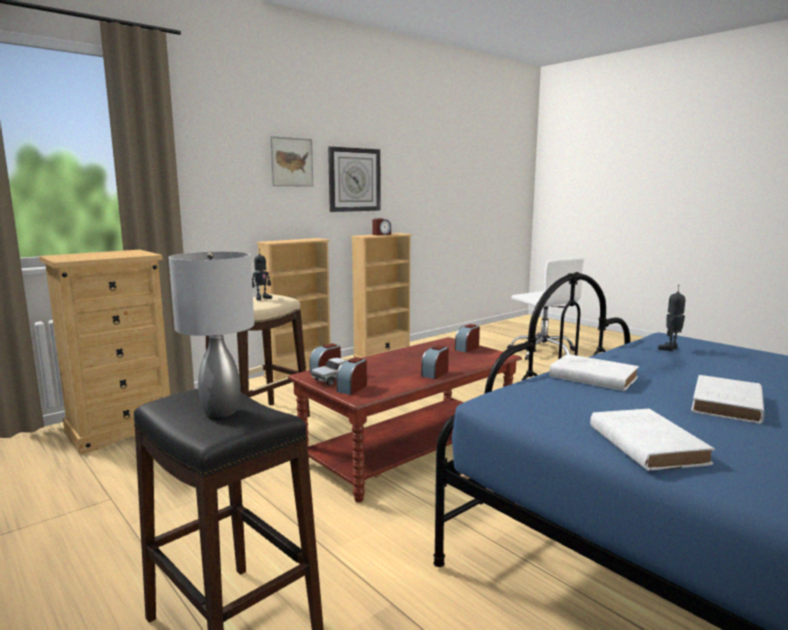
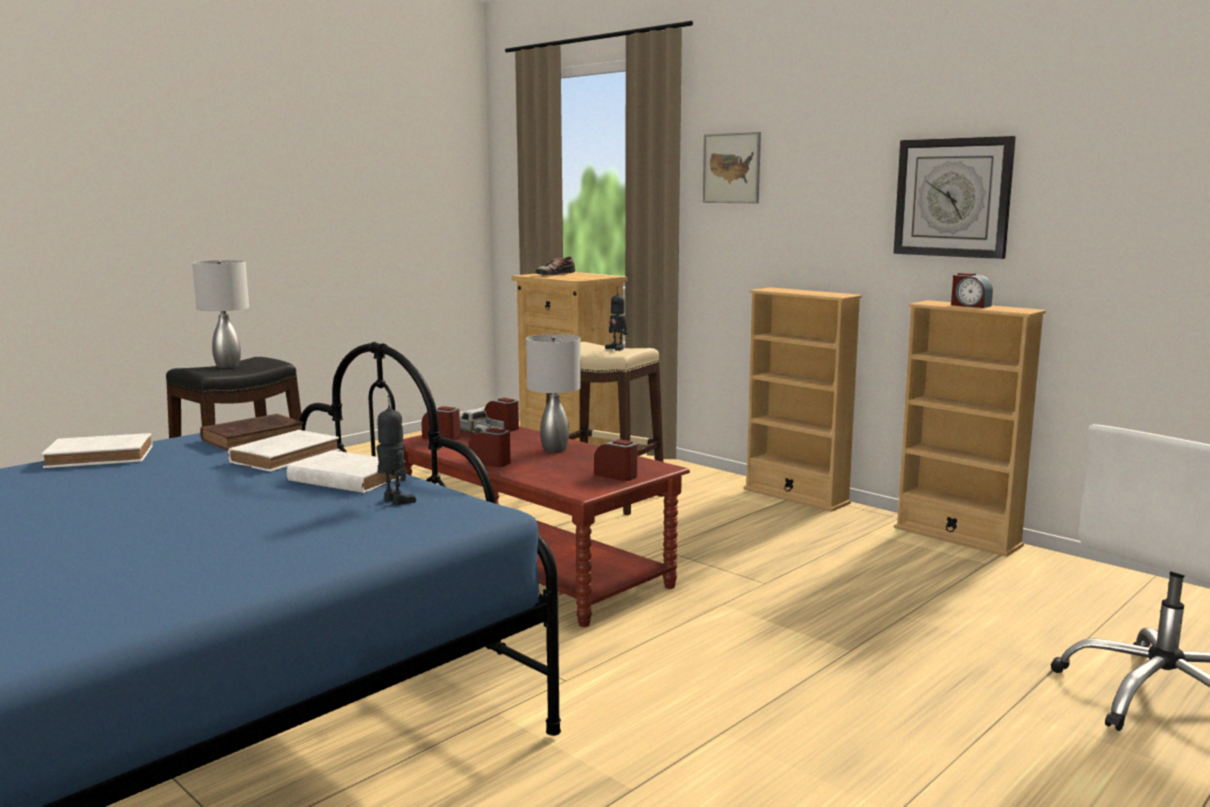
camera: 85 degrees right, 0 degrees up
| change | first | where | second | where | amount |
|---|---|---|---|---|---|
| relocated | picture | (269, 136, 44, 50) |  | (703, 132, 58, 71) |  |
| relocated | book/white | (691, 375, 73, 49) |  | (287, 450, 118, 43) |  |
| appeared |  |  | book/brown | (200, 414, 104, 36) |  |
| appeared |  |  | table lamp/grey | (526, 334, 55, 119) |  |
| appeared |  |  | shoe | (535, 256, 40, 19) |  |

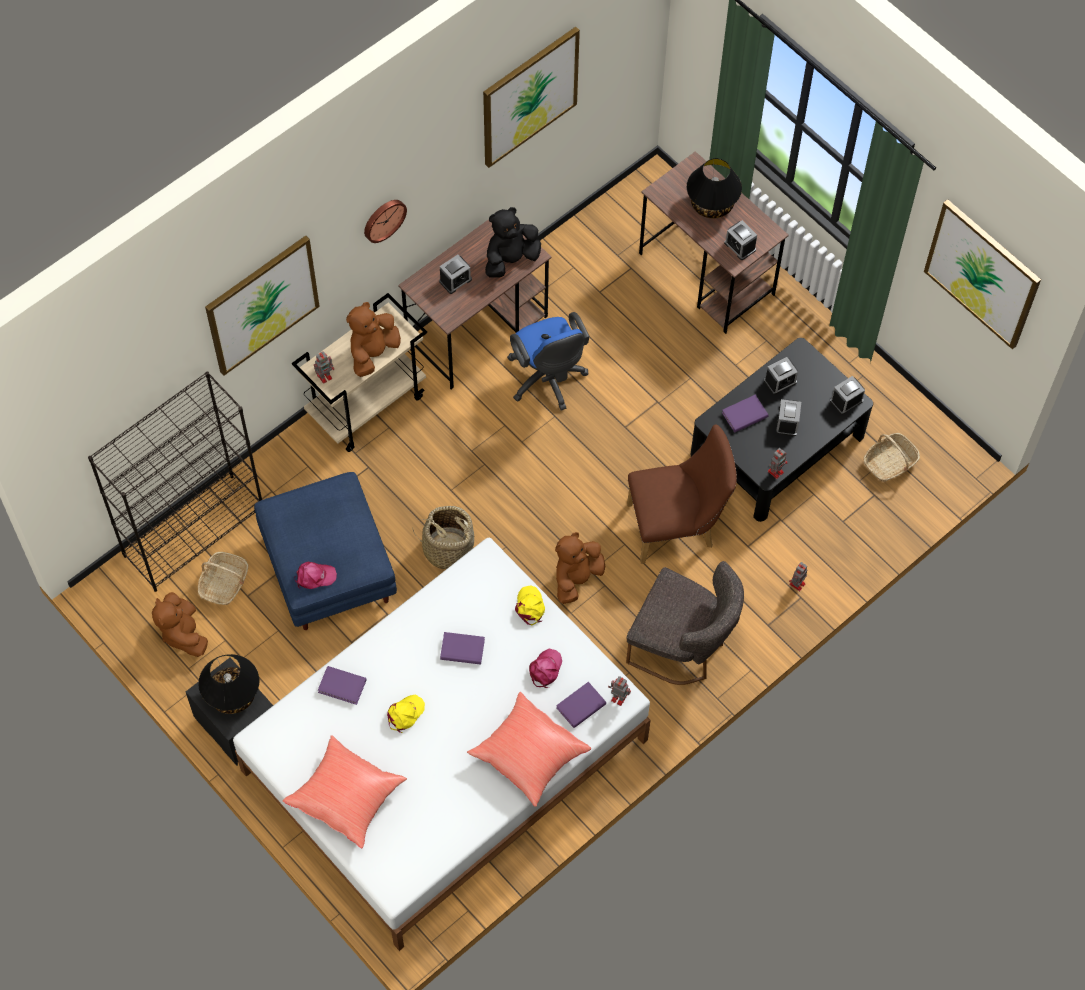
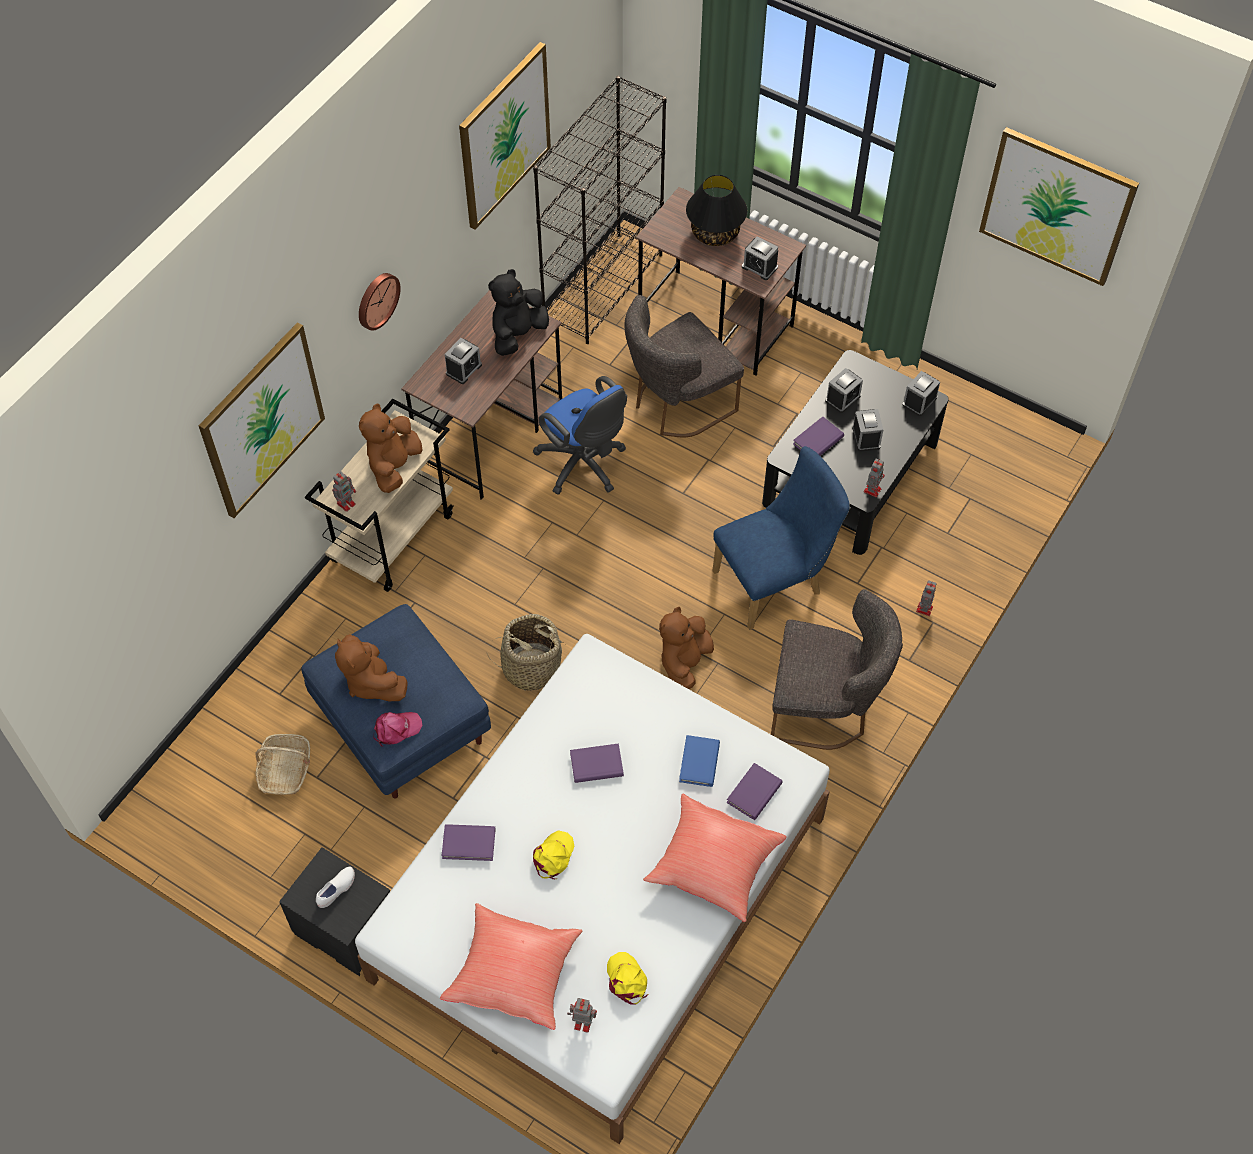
camera: 15 degrees left, 5 degrees down
| change | first | where | second | where | amount |
|---|---|---|---|---|---|
| relocated | bookcase/black | (88, 371, 174, 221) |  | (533, 76, 134, 268) |  |
| relocated | plush toy/brown | (152, 592, 56, 65) |  | (335, 634, 73, 67) |  |
| exchanged | table lamp/black | (198, 654, 61, 60) | shoe/white | (316, 867, 39, 41) |  |
| relocated | cap/yellow | (515, 585, 30, 40) |  | (607, 952, 41, 52) |  |
| exchanged | cap/pink | (529, 649, 33, 39) | book/blue | (679, 735, 41, 52) |  |
| relocated | toy robot | (608, 676, 23, 30) |  | (567, 998, 30, 35) |  |
| colour | chair/brown | (627, 424, 110, 140) | chair/blue | (712, 446, 138, 184) |  |
| missing | basket | (863, 433, 57, 49) |  |  |  |
| appeared |  |  | chair/grey | (624, 295, 120, 143) |  |

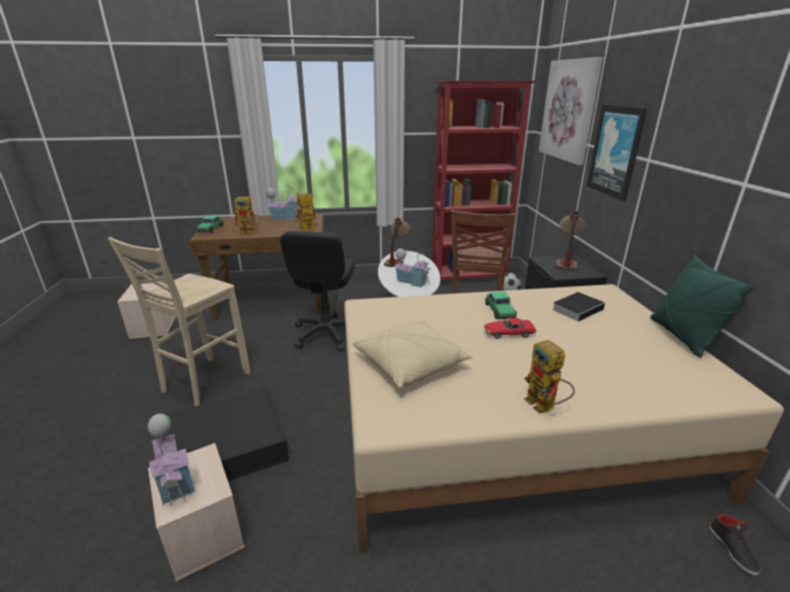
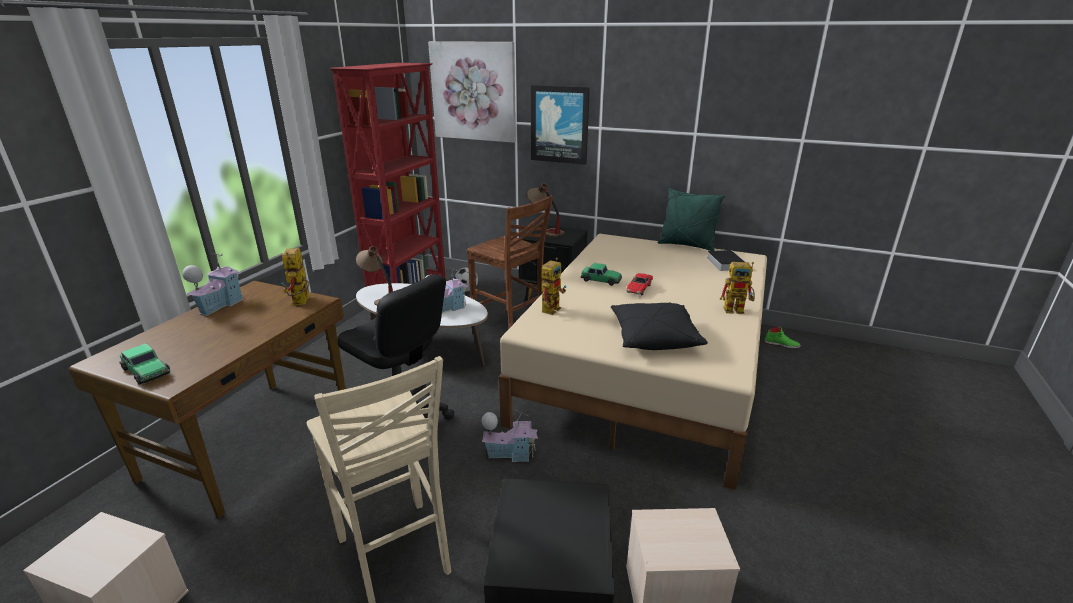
camera: 60 degrees left, 0 degrees up
| change | first | where | second | where | amount |
|---|---|---|---|---|---|
| relocated | toy house | (148, 414, 47, 92) |  | (482, 411, 56, 51) |  |
| relocated | toy robot | (234, 195, 28, 40) |  | (542, 258, 24, 57) |  |
| colour | pillow/beige | (352, 320, 121, 68) | pillow/black | (611, 303, 97, 47) |  |
| relocated | book | (552, 292, 54, 30) |  | (706, 250, 39, 21) |  |
| colour | shoe/black | (709, 513, 52, 62) | shoe/green | (765, 327, 35, 21) |  |

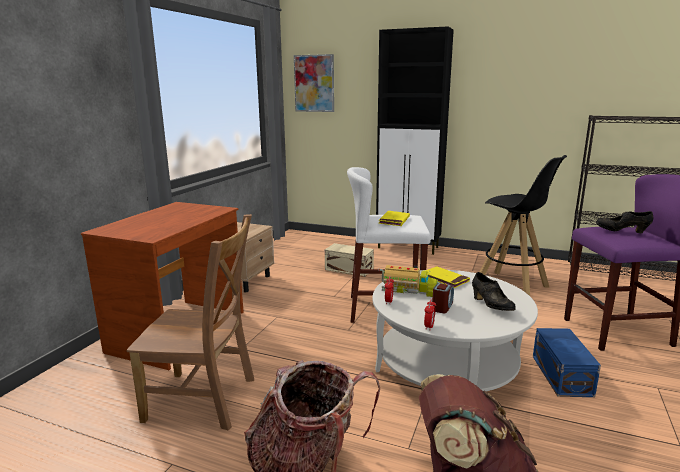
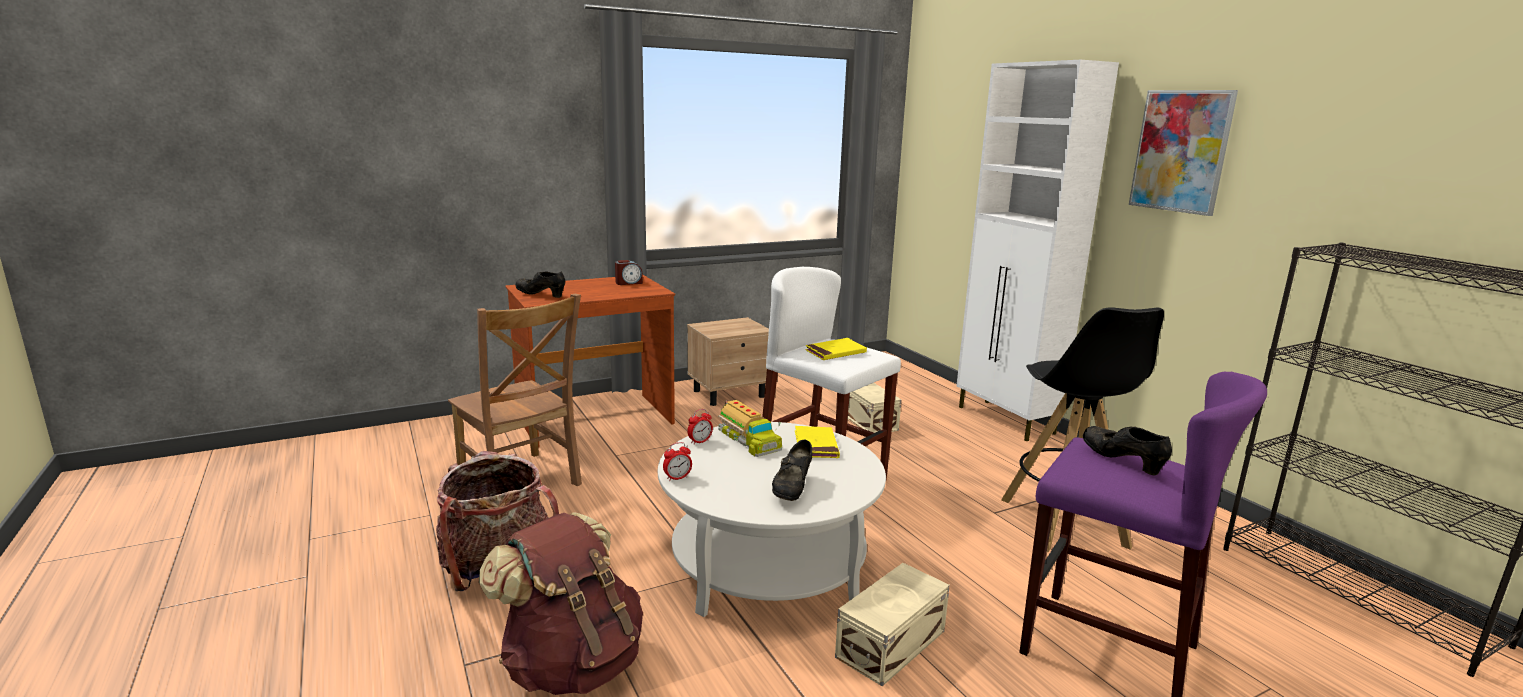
camera: 40 degrees right, 0 degrees up
| change | first | where | second | where | amount |
|---|---|---|---|---|---|
| relocated | picture | (294, 54, 40, 58) |  | (1129, 90, 109, 126) |  |
| colour | cabinet/black | (376, 26, 78, 229) | cabinet/white | (956, 60, 163, 381) |  |
| relocated | alarm clock | (432, 283, 22, 30) |  | (615, 260, 28, 25) |  |
| colour | storage box/blue | (533, 328, 68, 69) | storage box/beige | (835, 563, 115, 123) |  |
| appeared |  |  | shoe/black | (515, 272, 50, 26) |  |

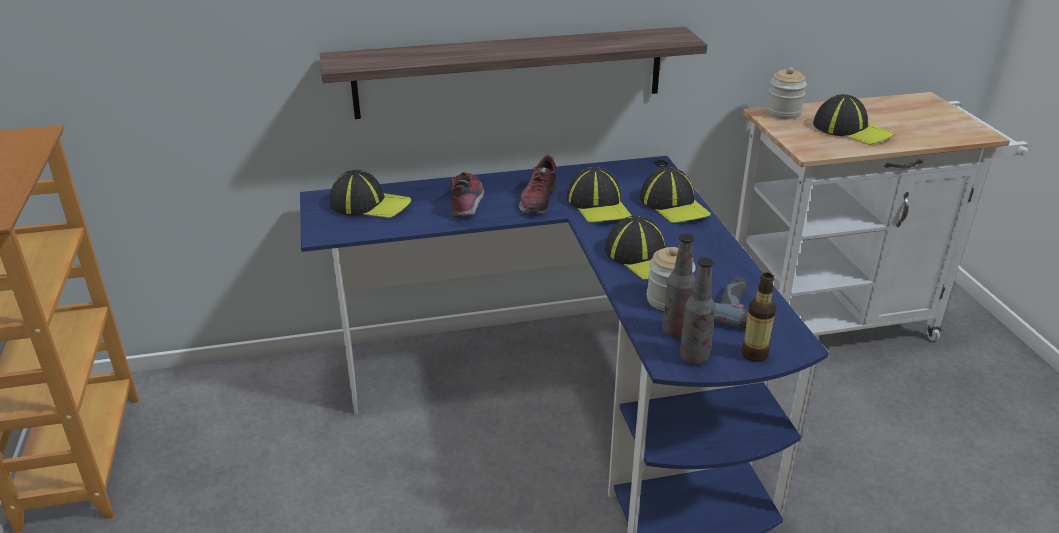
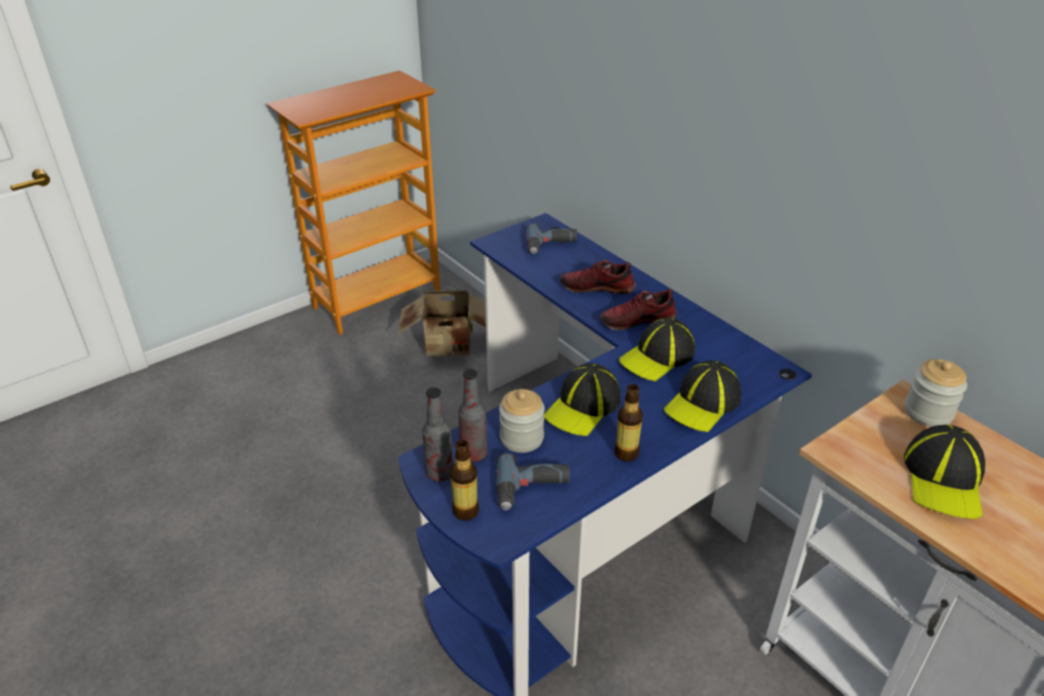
camera: 65 degrees right, 5 degrees up
| change | first | where | second | where | amount |
|---|---|---|---|---|---|
| missing | shelf | (320, 27, 387, 92) |  |  |  |
| exchanged | cap | (329, 170, 82, 48) | power drill | (526, 223, 51, 31) |  |
| spun | shoe | (450, 172, 35, 45) |  | (560, 260, 76, 34) | 150 degrees counterclockwise |
| appeared |  |  | cardboard box | (398, 290, 88, 66) |  |
| appeared |  |  | bottle | (615, 384, 28, 78) |  |

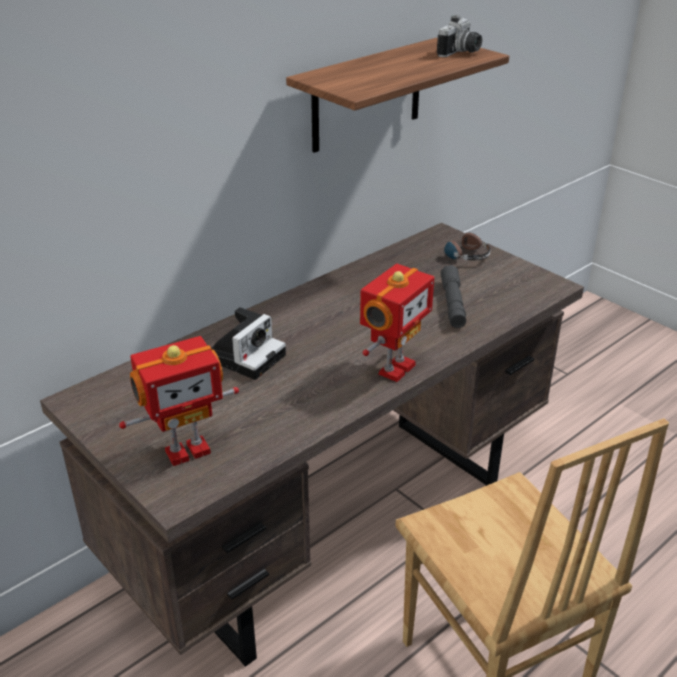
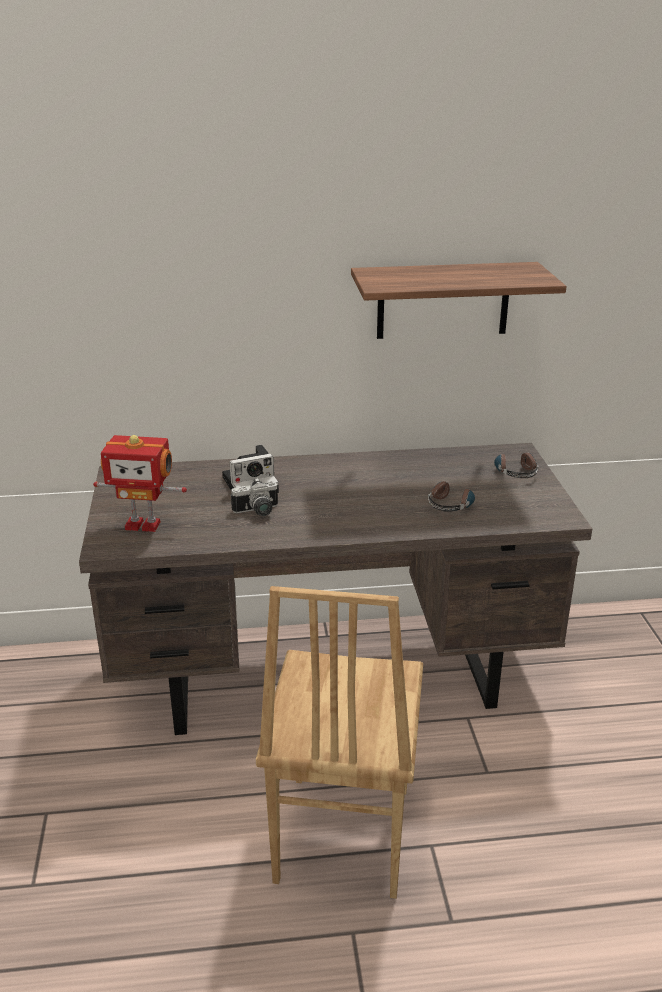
camera: 35 degrees right, 5 degrees down
| change | first | where | second | where | amount |
|---|---|---|---|---|---|
| missing | toy robot | (360, 264, 74, 118) |  |  |  |
| relocated | photo camera | (437, 15, 45, 42) |  | (231, 477, 47, 39) |  |
| exchanged | flashlight/grey | (441, 265, 25, 63) | headphones | (428, 481, 47, 31) |  |

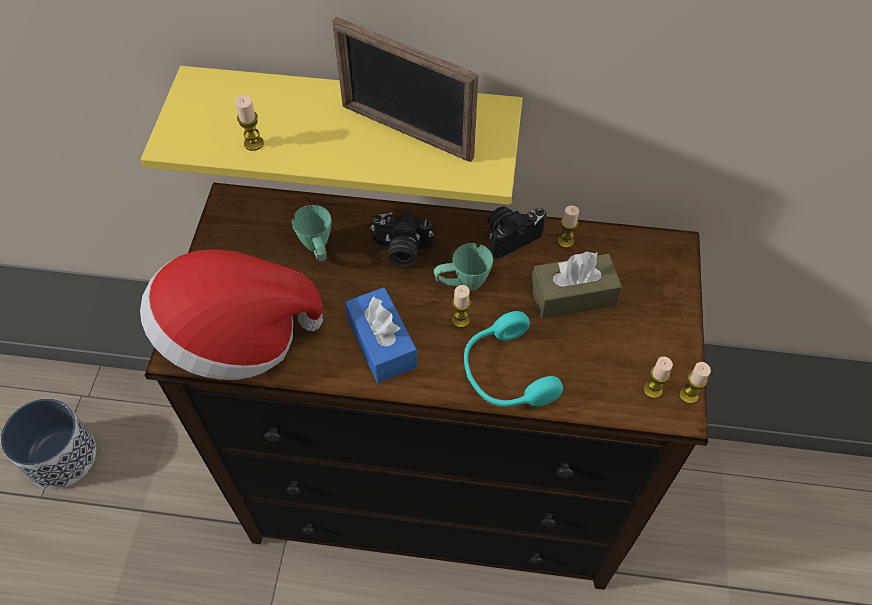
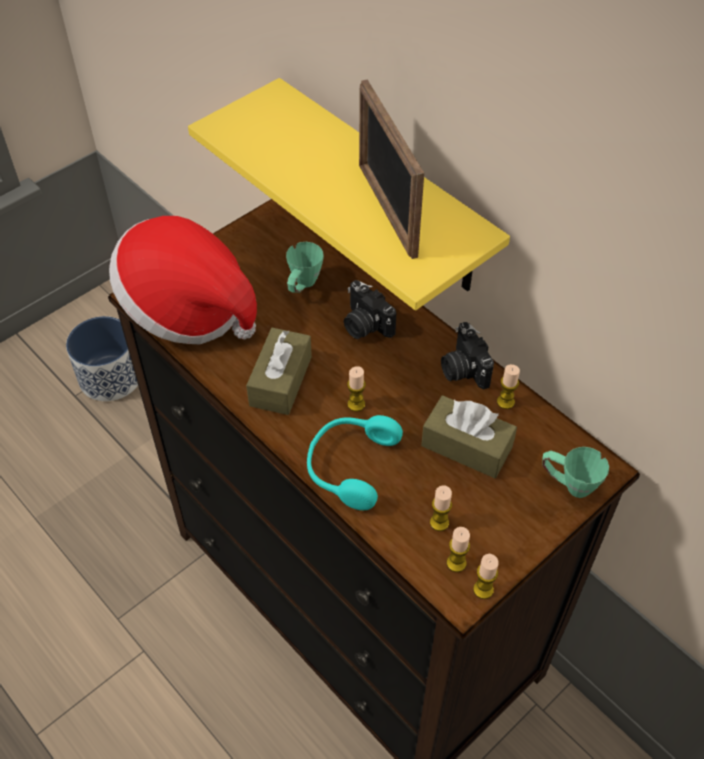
camera: 40 degrees right, 5 degrees down
| change | first | where | second | where | amount |
|---|---|---|---|---|---|
| relocated | candle | (235, 95, 29, 56) |  | (430, 485, 22, 46) |  |
| colour | tissue box/blue | (345, 287, 72, 96) | tissue box/brown | (246, 328, 66, 87) |  |
| relocated | mug/green | (434, 243, 59, 47) |  | (543, 447, 66, 51) |  |
| spun | photo camera | (487, 206, 59, 52) |  | (441, 322, 53, 67) | 120 degrees counterclockwise |

